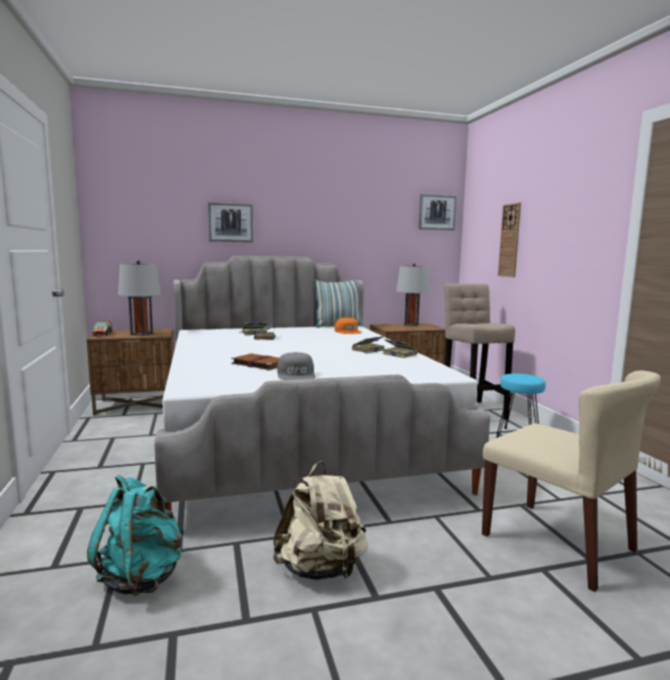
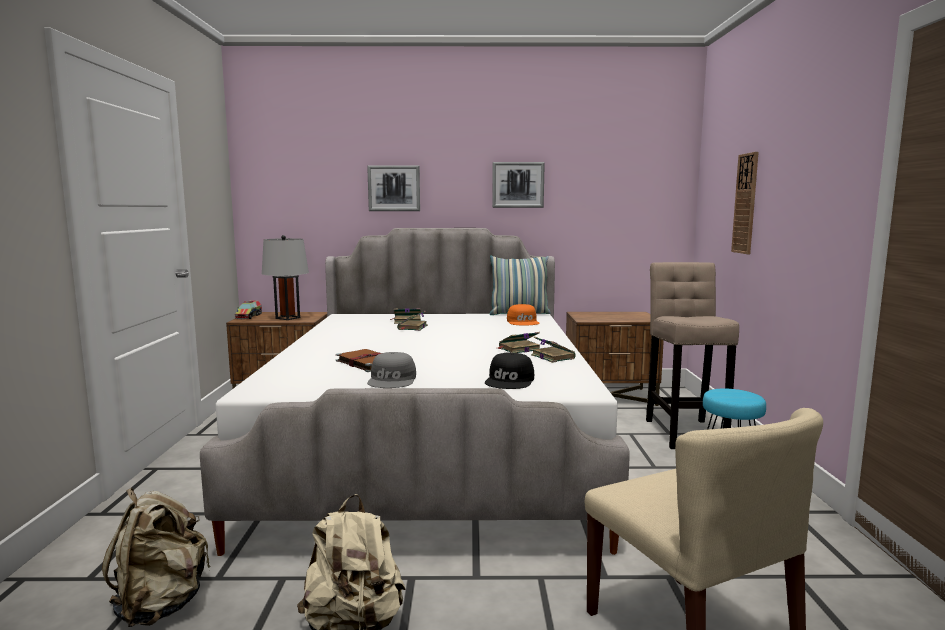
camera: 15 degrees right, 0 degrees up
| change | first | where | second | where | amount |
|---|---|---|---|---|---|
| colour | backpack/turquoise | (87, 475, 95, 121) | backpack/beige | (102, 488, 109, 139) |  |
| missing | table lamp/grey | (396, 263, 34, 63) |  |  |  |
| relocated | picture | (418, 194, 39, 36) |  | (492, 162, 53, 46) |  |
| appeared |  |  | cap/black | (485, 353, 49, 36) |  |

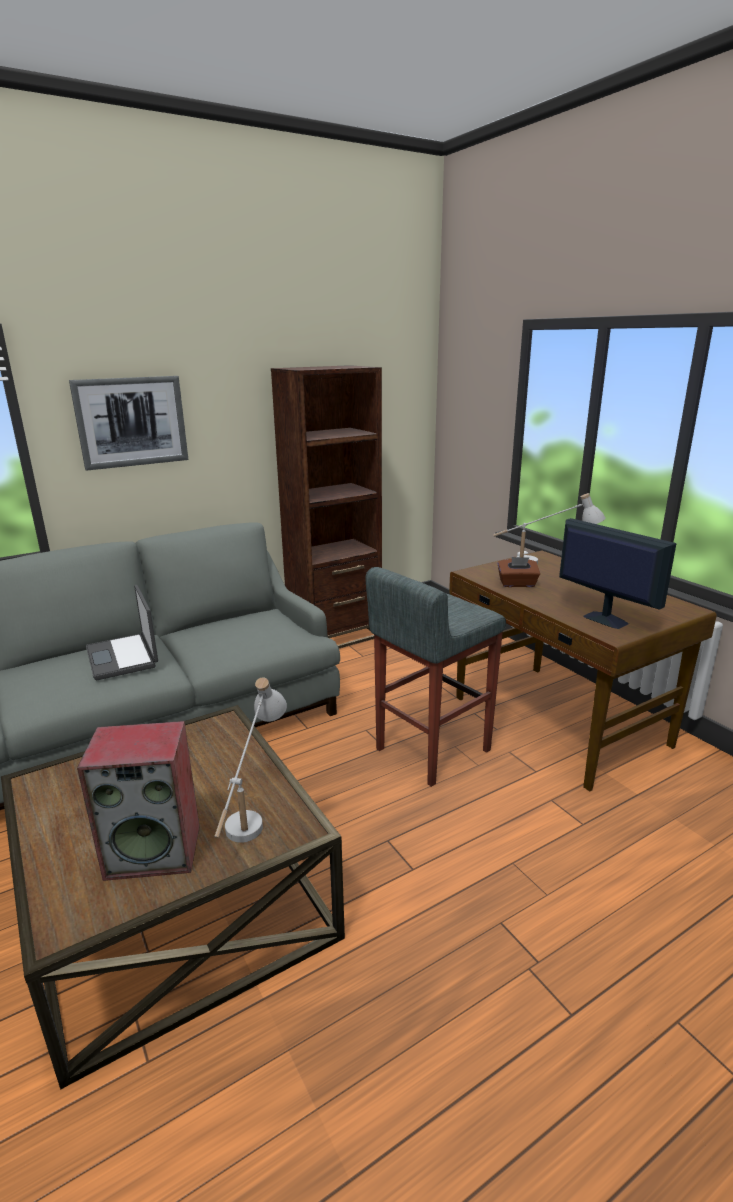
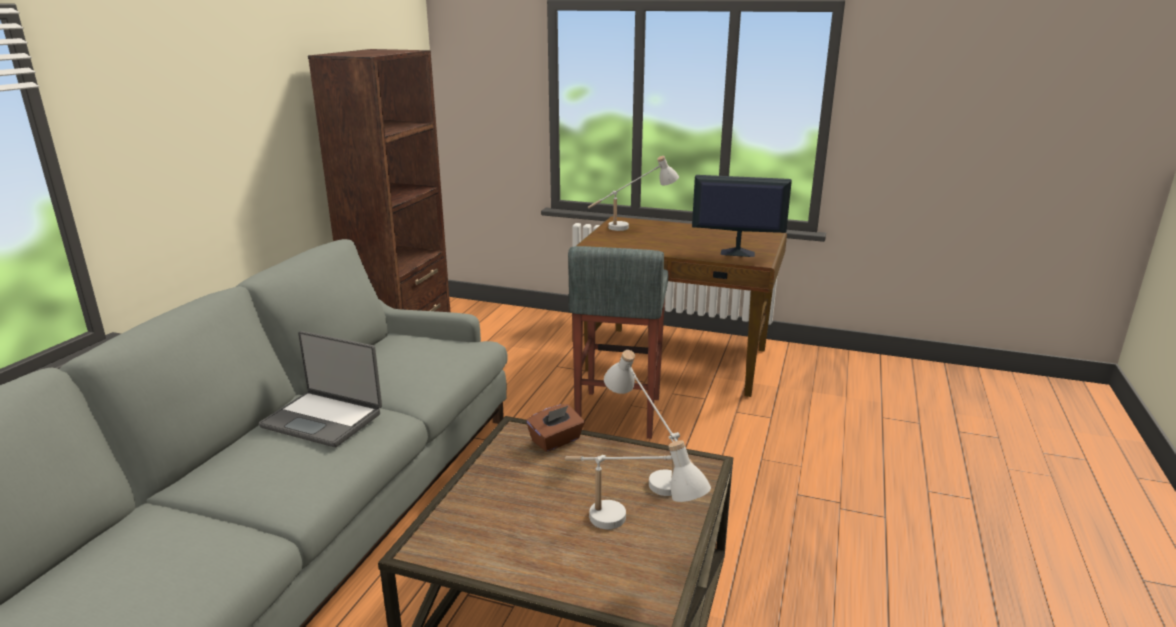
camera: 40 degrees left, 0 degrees up
| change | first | where | second | where | amount |
|---|---|---|---|---|---|
| missing | picture | (69, 376, 119, 95) |  |  |  |
| exchanged | speaker | (77, 721, 123, 160) | table lamp/white | (565, 440, 146, 89) |  |
| relocated | tissue box/brown | (498, 557, 42, 30) |  | (526, 404, 59, 48) |  |

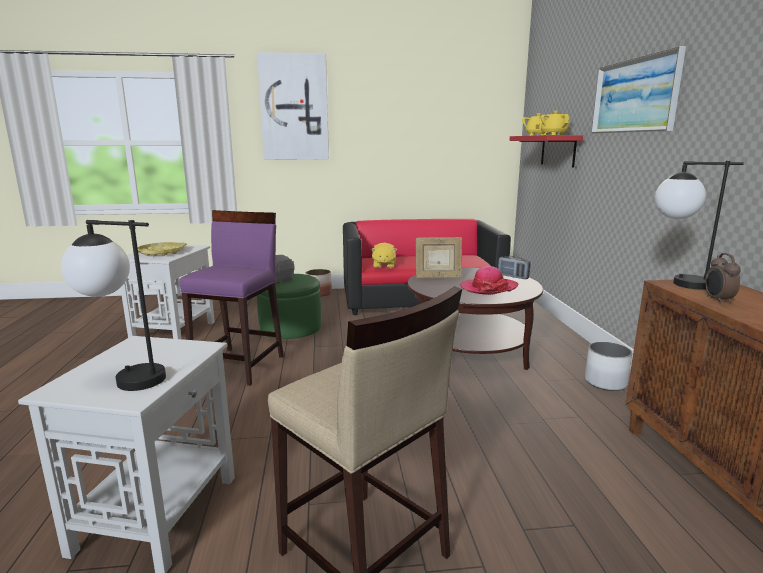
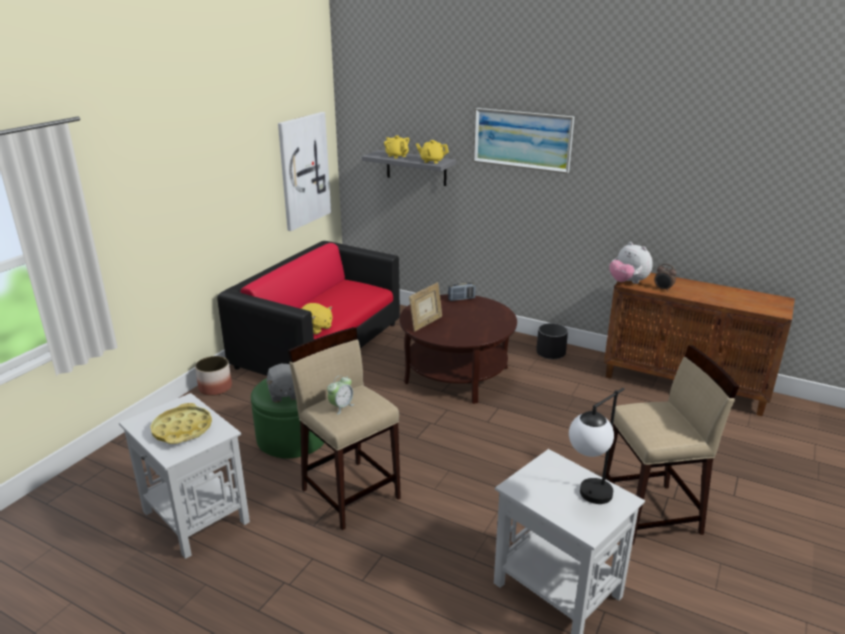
camera: 55 degrees left, 10 degrees up
| change | first | where | second | where | amount |
|---|---|---|---|---|---|
| colour | stool/purple | (179, 210, 104, 176) | stool/beige | (288, 327, 113, 203) |  |
| relocated | picture | (257, 52, 72, 108) |  | (278, 112, 53, 119) |  |
| missing | hat | (460, 266, 58, 29) |  |  |  |
| colour | shelf/red | (509, 135, 74, 33) | shelf/grey | (362, 150, 94, 36) |  |
| colour | planter/white | (585, 342, 47, 49) | planter/black | (536, 323, 32, 36) |  |
| exchanged | table lamp | (655, 161, 89, 129) | plush toy | (609, 242, 44, 42) |  |
| appeared |  |  | alarm clock | (327, 375, 27, 40) |  |

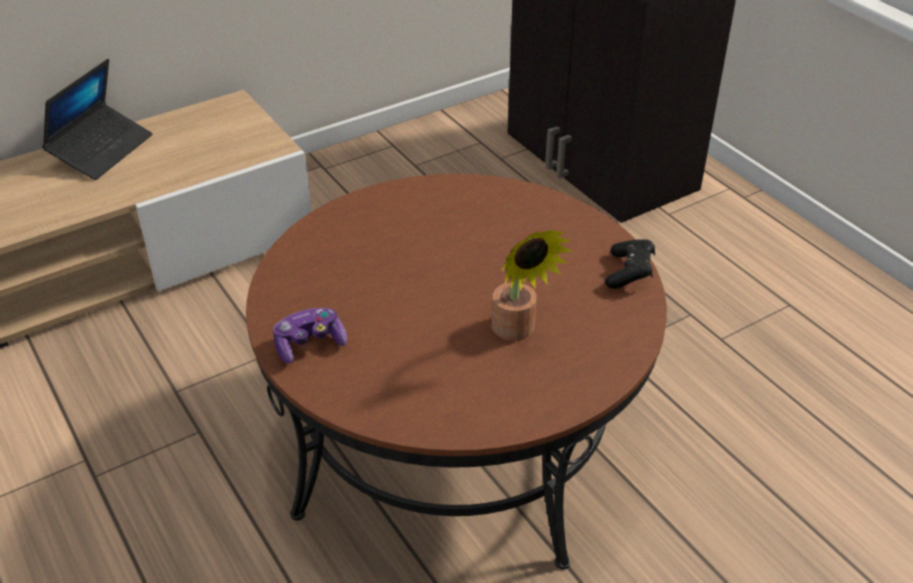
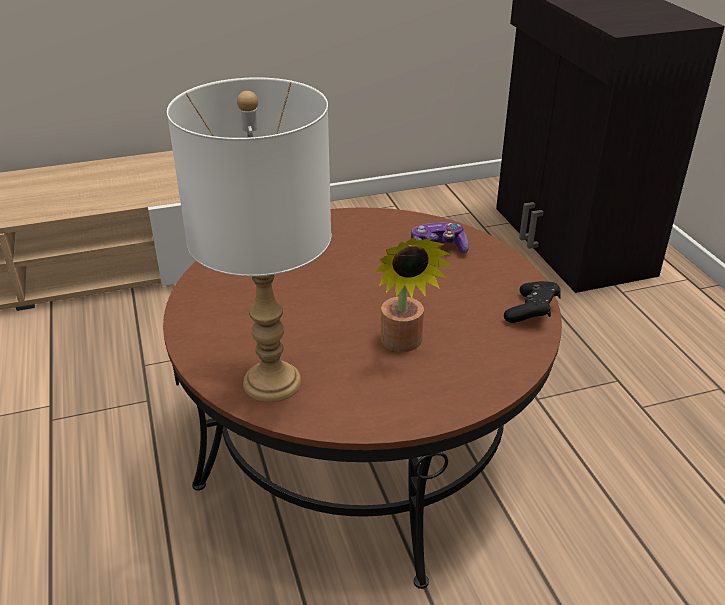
camera: 15 degrees right, 5 degrees down
| change | first | where | second | where | amount |
|---|---|---|---|---|---|
| missing | laptop | (42, 59, 111, 121) |  |  |  |
| relocated | game controller | (273, 308, 74, 56) |  | (411, 222, 58, 31) |  |
| appeared |  |  | table lamp/white | (167, 77, 164, 325) |  |

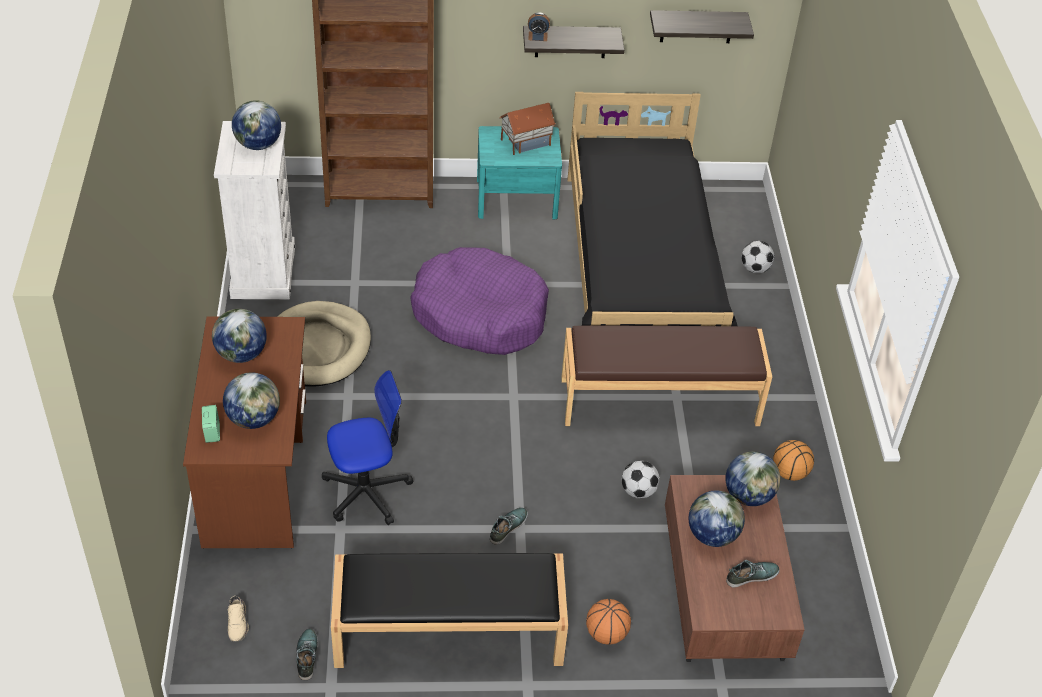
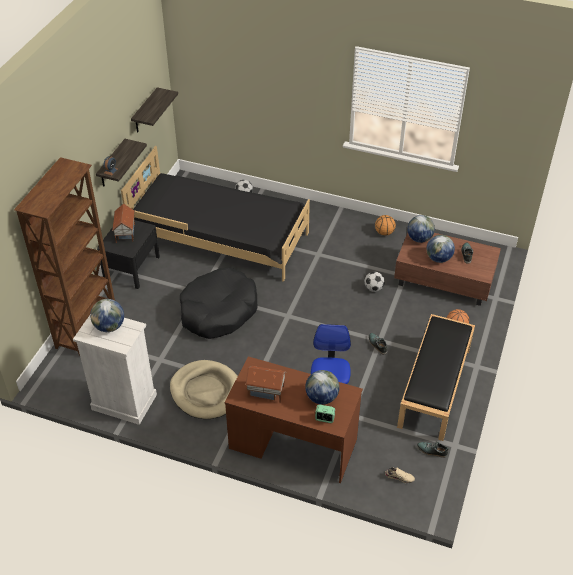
camera: 65 degrees left, 0 degrees up
| change | first | where | second | where | amount |
|---|---|---|---|---|---|
| exchanged | globe | (212, 309, 55, 54) | toy house | (245, 366, 42, 37) |  |
| colour | dog bed/purple | (410, 247, 139, 108) | dog bed/black | (180, 268, 77, 71) |  |
| colour | nightstand/turquoise | (477, 126, 85, 93) | nightstand/black | (97, 220, 63, 69) |  |
| missing | bench/brown | (561, 326, 211, 100) |  |  |  |

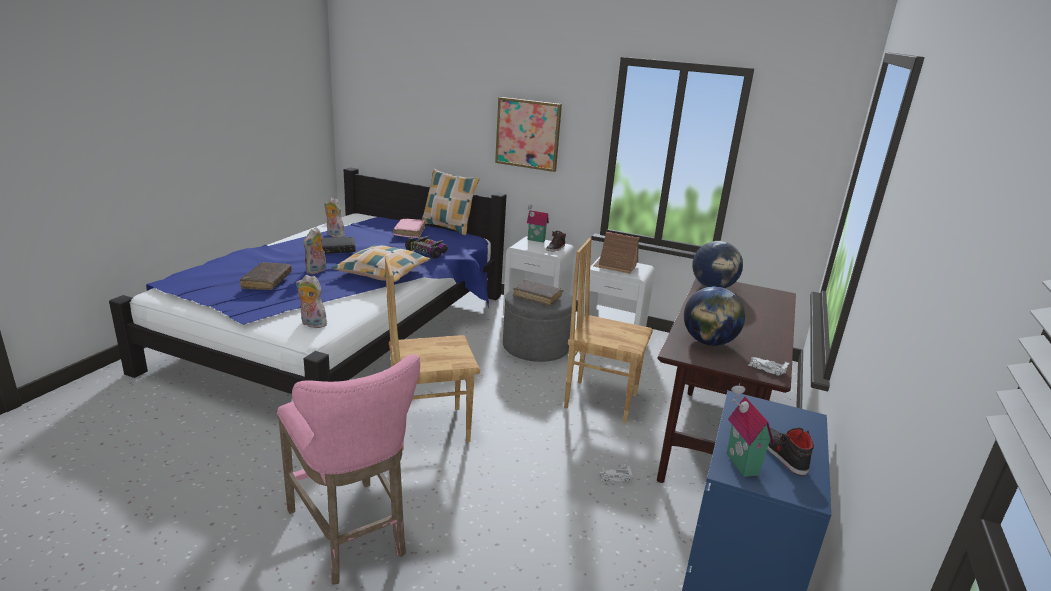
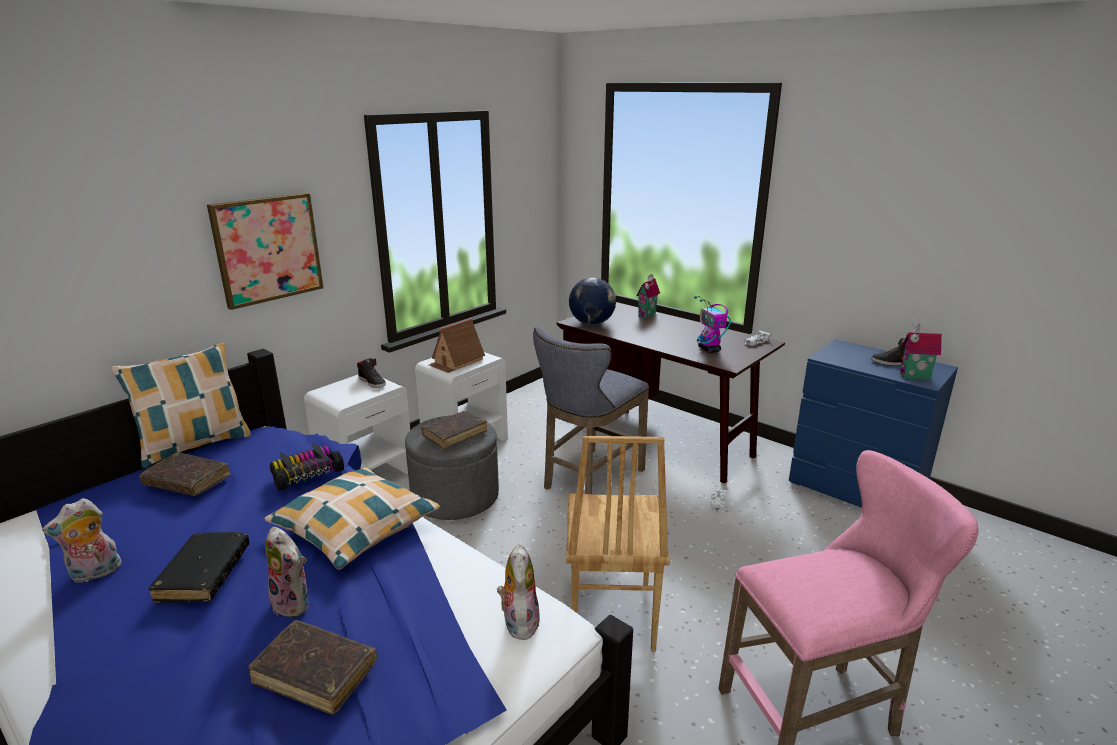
camera: 70 degrees left, 0 degrees up
| change | first | where | second | where | amount |
|---|---|---|---|---|---|
| spun | plush toy | (296, 275, 31, 53) |  | (497, 544, 43, 96) | 135 degrees clockwise |
| colour | book/pink | (393, 219, 32, 19) | book/brown | (139, 452, 92, 44) |  |
| relocated | toy house | (527, 204, 22, 38) |  | (636, 274, 24, 45) |  |
| exchanged | chair/brown | (564, 238, 89, 185) | stool/grey | (533, 327, 116, 167) |  |
| exchanged | globe | (684, 286, 61, 60) | toy robot | (694, 296, 37, 57) |  |

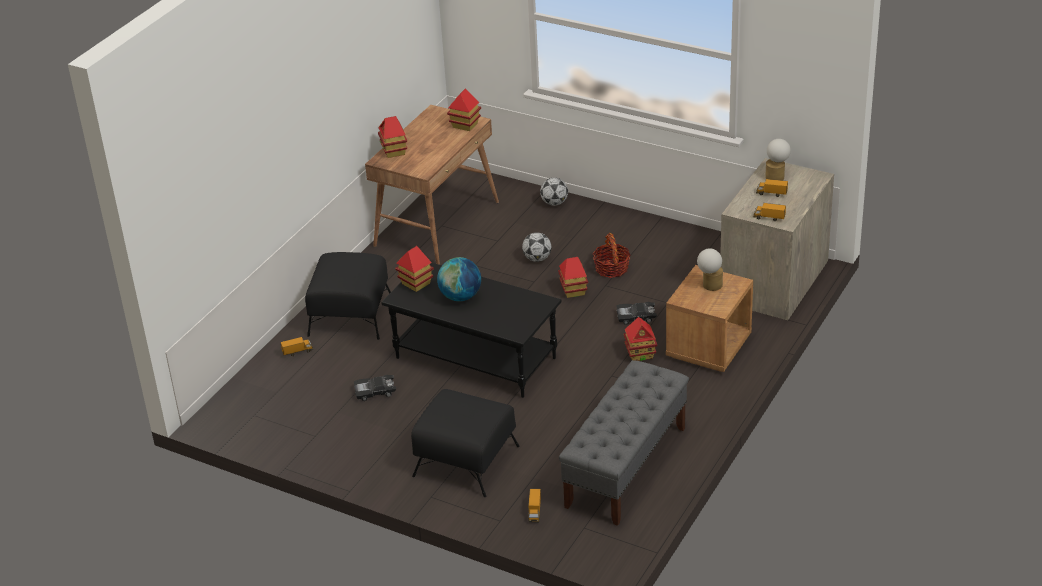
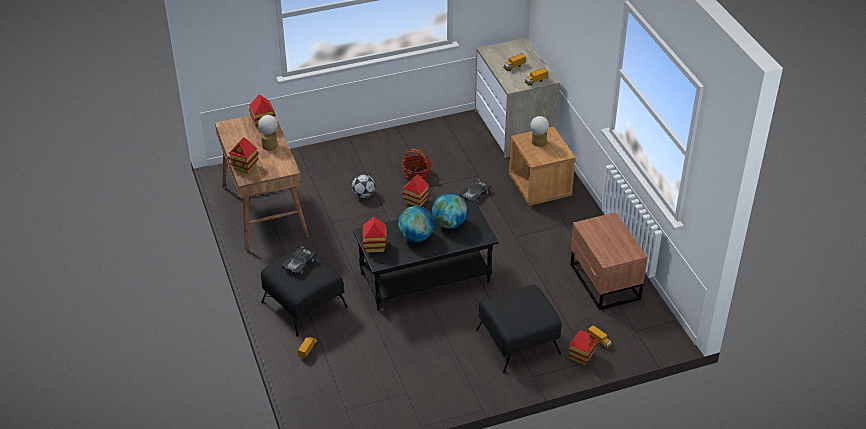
camera: 50 degrees left, 5 degrees up
| change | first | where | second | where | amount |
|---|---|---|---|---|---|
| relocated | toy car/black | (354, 375, 42, 26) |  | (282, 246, 34, 29) |  |
| missing | football | (540, 178, 28, 28) |  |  |  |
| exchanged | bench/grey | (559, 360, 130, 166) | nightstand/brown | (570, 212, 78, 99) |  |
| relocated | toy house | (623, 317, 34, 44) |  | (568, 330, 30, 35) |  |
| relocated | table lamp | (765, 139, 26, 42) |  | (258, 115, 20, 36) |  |
| appeared |  |  | globe | (432, 193, 35, 36) |  |

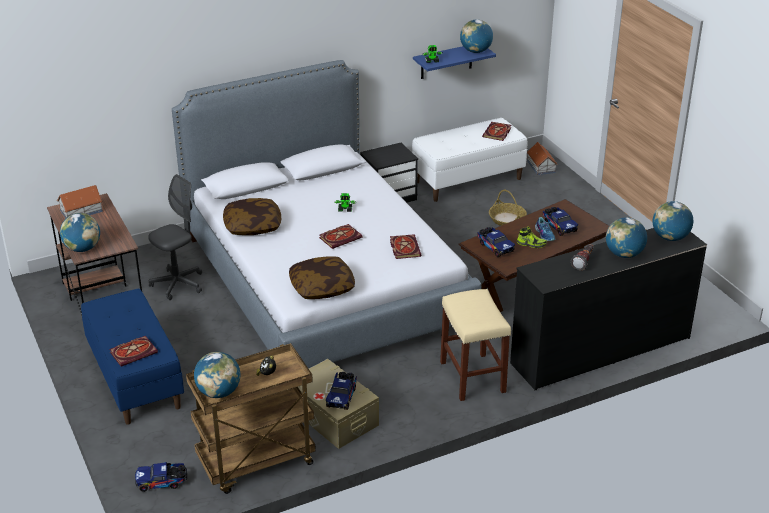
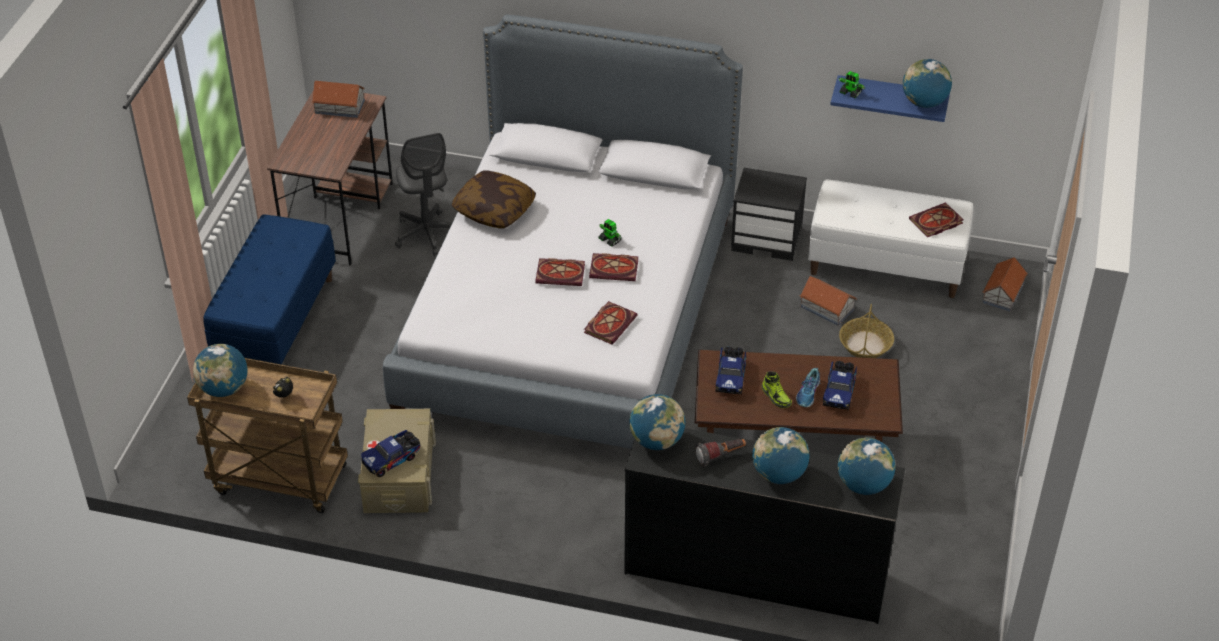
camera: 40 degrees right, 10 degrees up
| change | first | where | second | where | amount |
|---|---|---|---|---|---|
| relocated | globe | (60, 213, 40, 39) |  | (629, 394, 56, 56) |  |
| relocated | book | (109, 336, 49, 30) |  | (589, 253, 49, 28) |  |
| missing | toy truck | (135, 462, 52, 30) |  |  |  |
| spun | office chair/grey | (148, 174, 54, 126) |  | (395, 133, 57, 123) | 75 degrees clockwise |
| missing | pillow | (289, 256, 66, 43) |  |  |  |
| missing | stool/beige | (440, 289, 71, 112) |  |  |  |
| appeared |  |  | toy house | (800, 276, 57, 50) |  |

